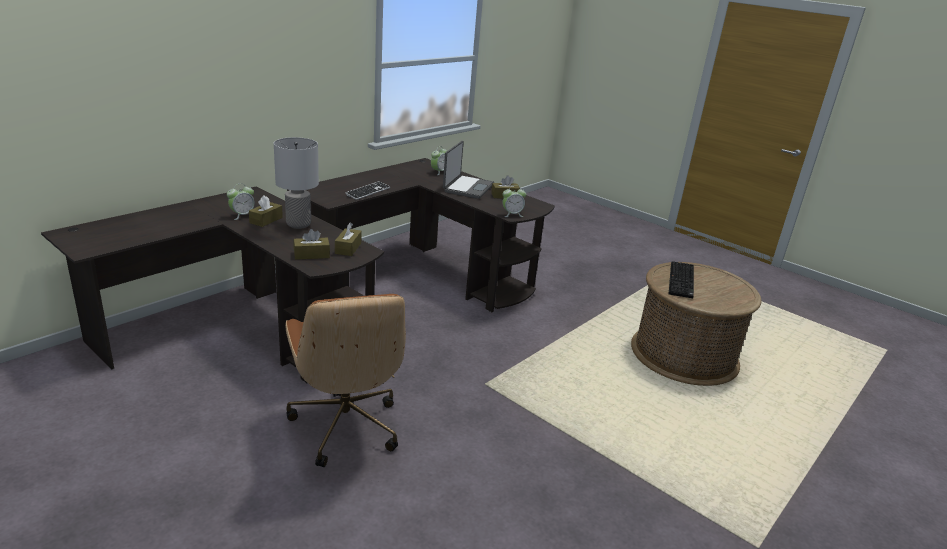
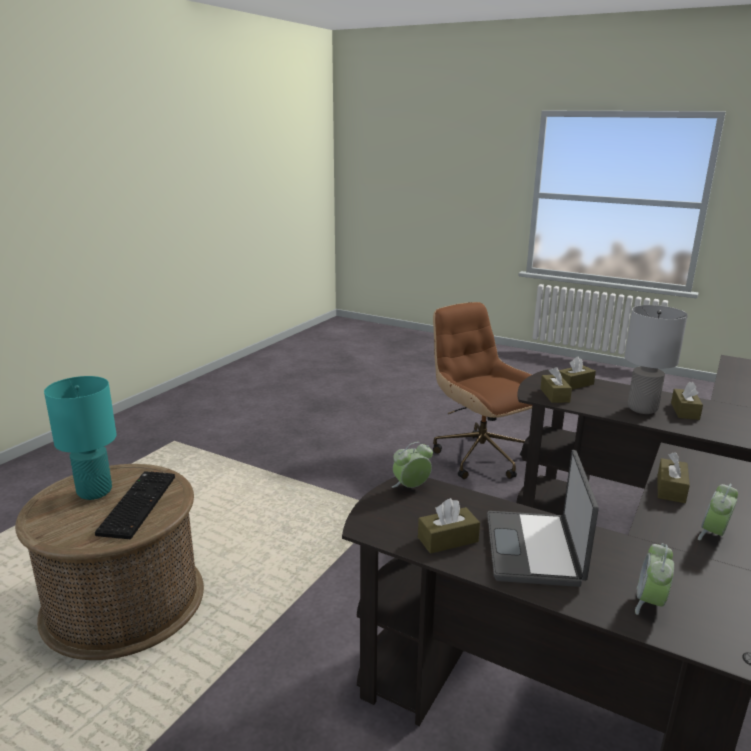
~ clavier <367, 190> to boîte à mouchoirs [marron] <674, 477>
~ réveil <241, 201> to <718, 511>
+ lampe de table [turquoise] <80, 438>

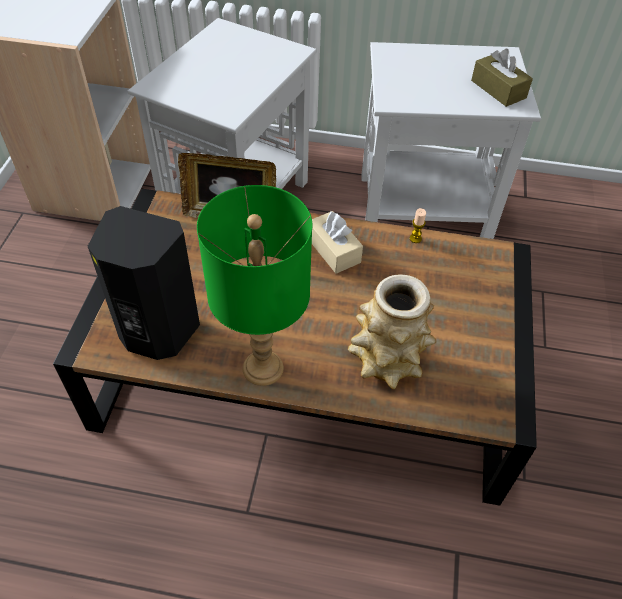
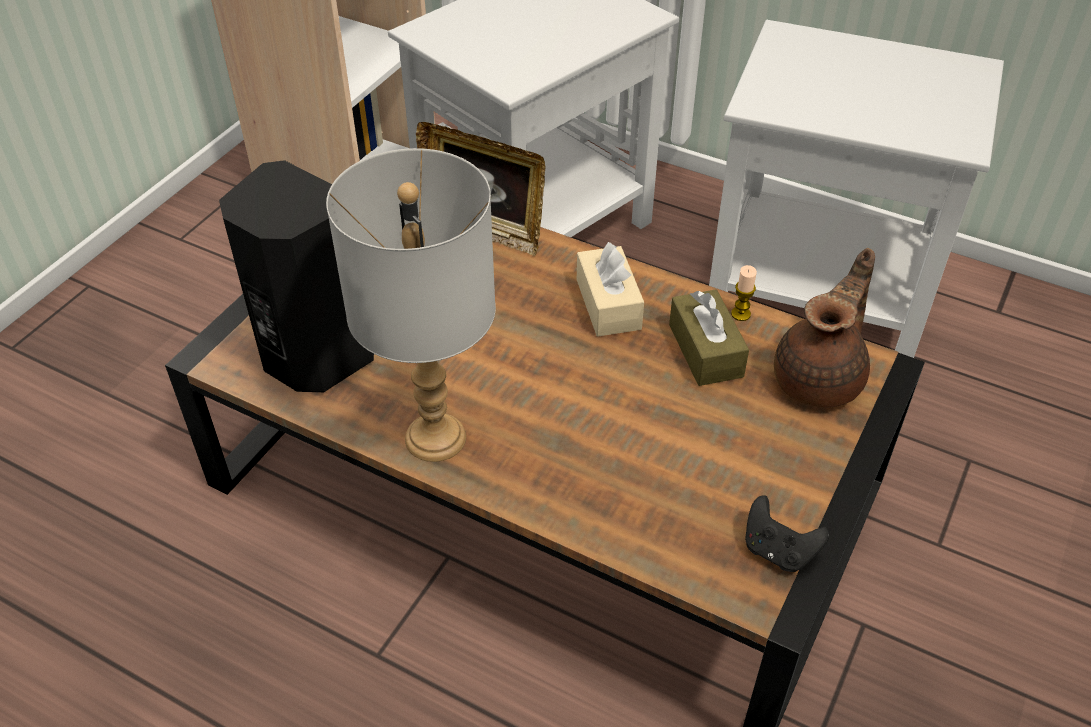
~ boîte à mouchoirs [marron] <502, 78> to <709, 337>
~ lampe de table [vert] <254, 285> to lampe de table [gris] <411, 305>
- vase <392, 331>
+ théière [marron] <824, 328>
+ manette [noir] <787, 533>

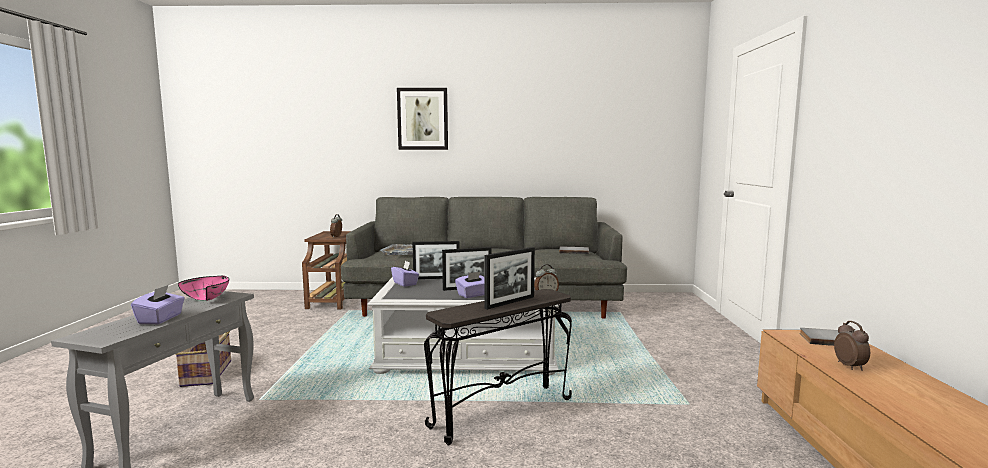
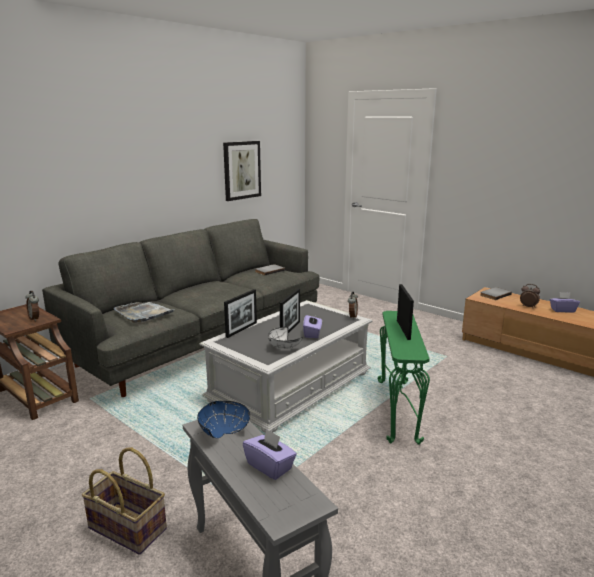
~ tableau <422, 119> to <242, 171>
~ boîte à mouchoirs [violet] <405, 274> to <565, 302>
~ bol [rose] <203, 288> to bol [bleu] <223, 420>
~ table d'appoint [noir] <498, 367> to table d'appoint [vert] <404, 378>
+ bol [blanc] <285, 338>

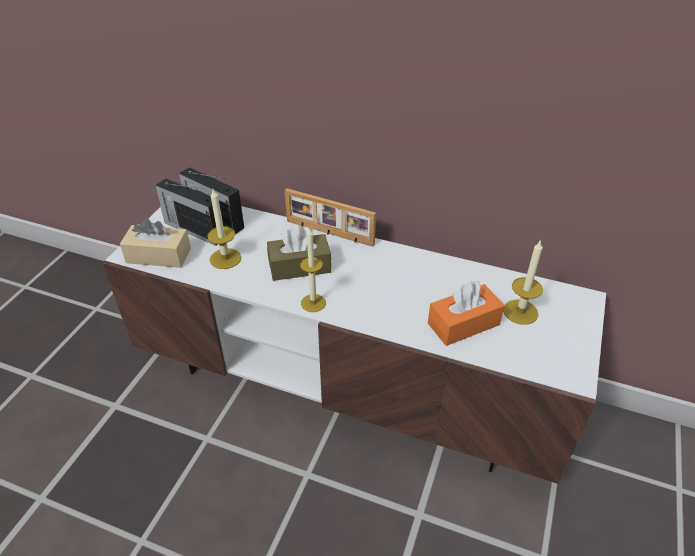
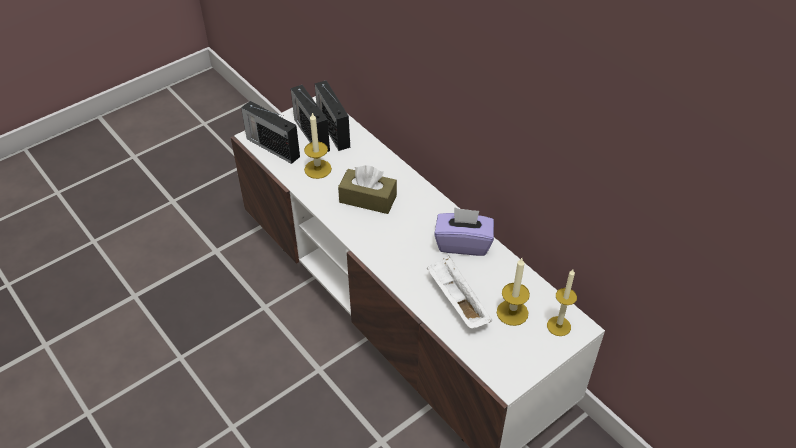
- cadre photo <330, 217>
~ boîte à mouchoirs [beige] <155, 243> to radio <270, 132>
~ bougie <313, 270> to <562, 302>
~ boîte à mouchoirs [orange] <466, 313> to plateau [blanc] <459, 292>
+ boîte à mouchoirs [violet] <464, 231>

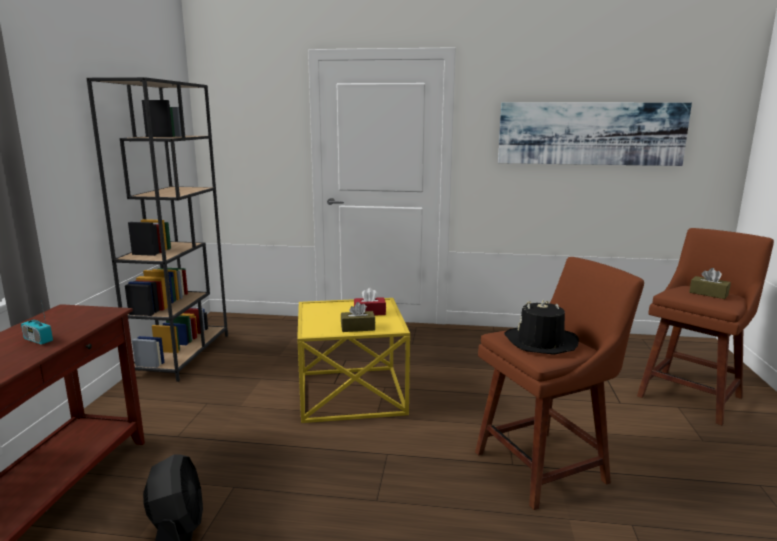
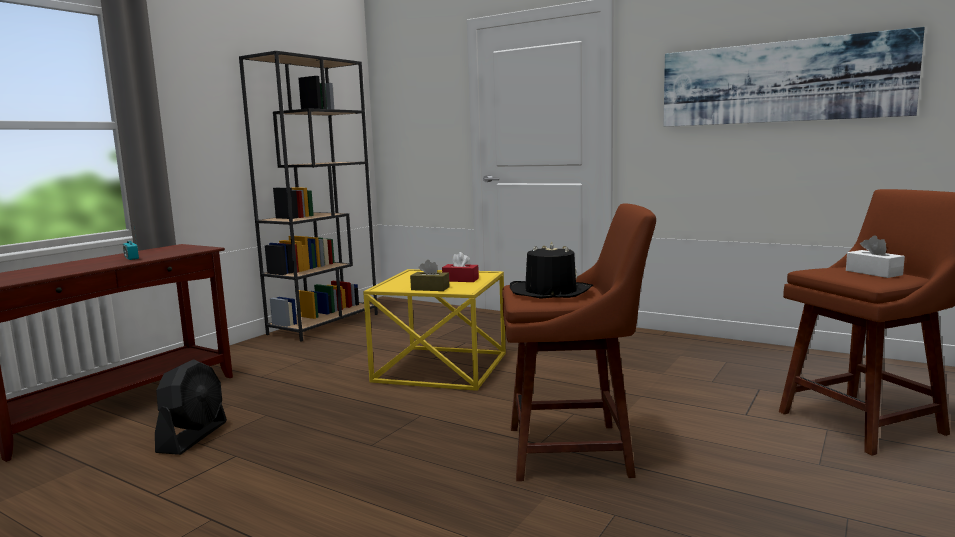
~ boîte à mouchoirs [marron] <710, 283> to boîte à mouchoirs [blanc] <875, 256>

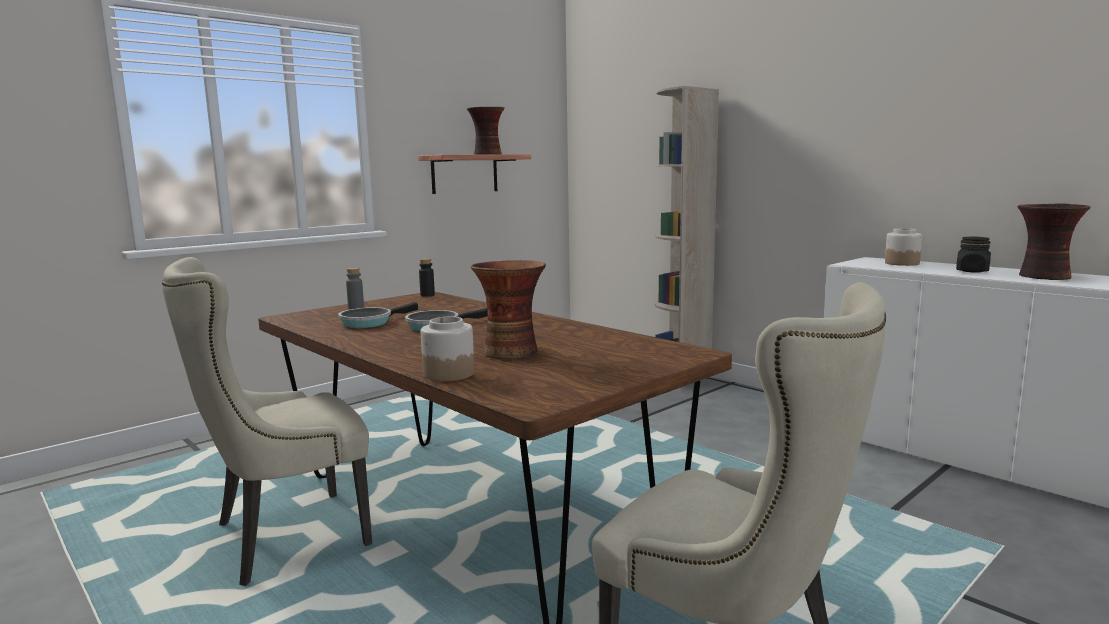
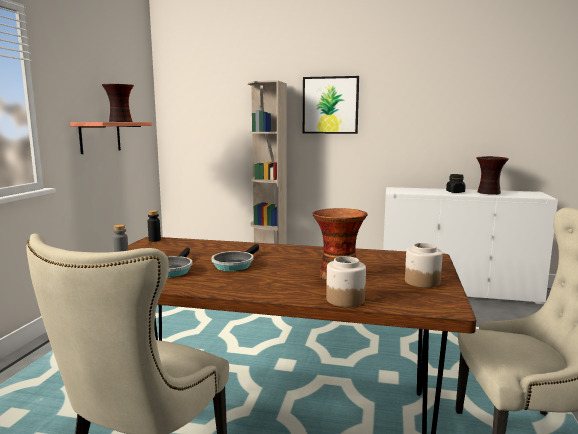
~ bocal <903, 247> to <424, 265>
+ tableau <331, 105>

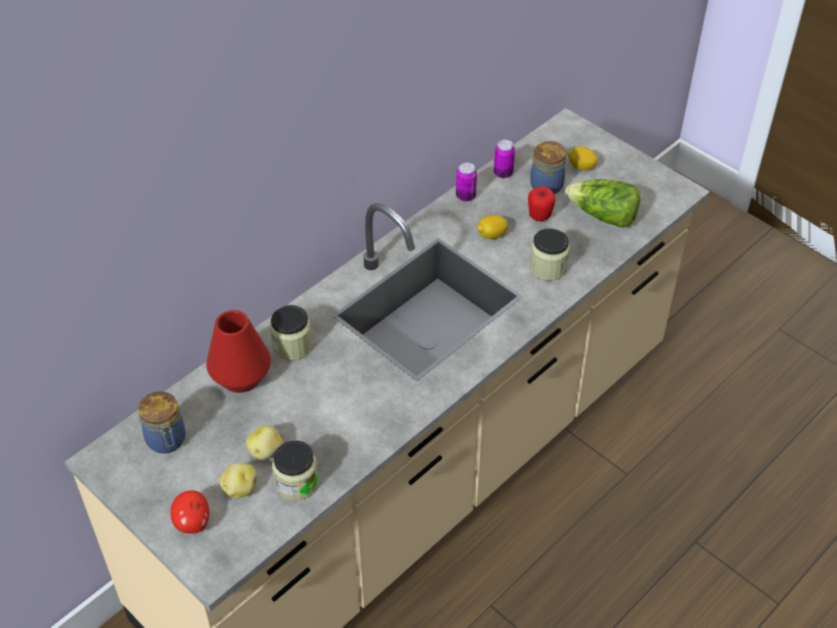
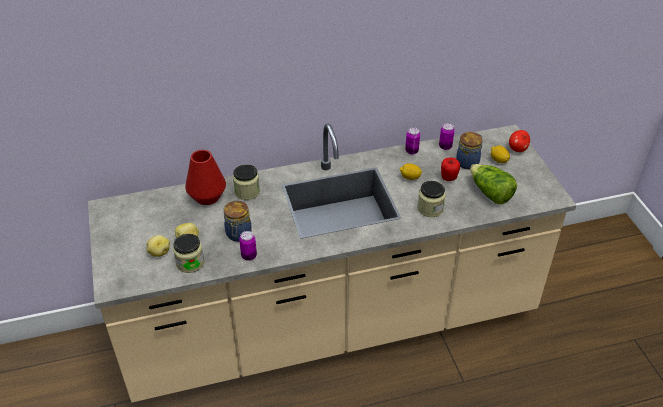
~ bocal <162, 422> to <238, 221>
~ pomme <190, 512> to <519, 141>
+ boîte métallique <248, 246>

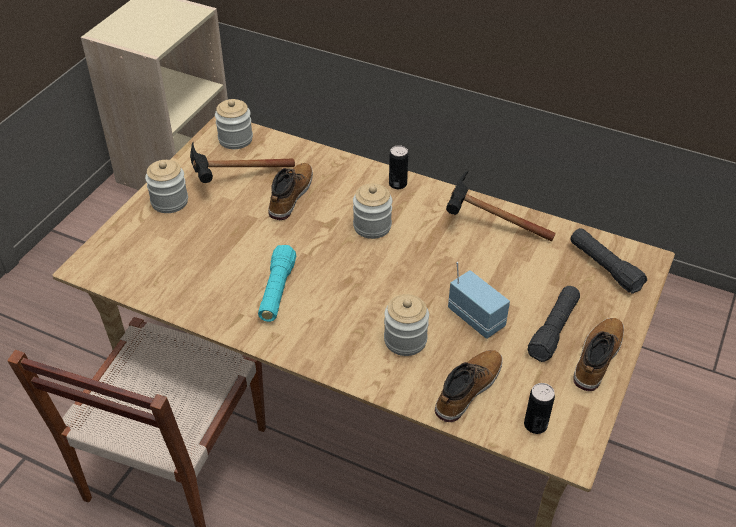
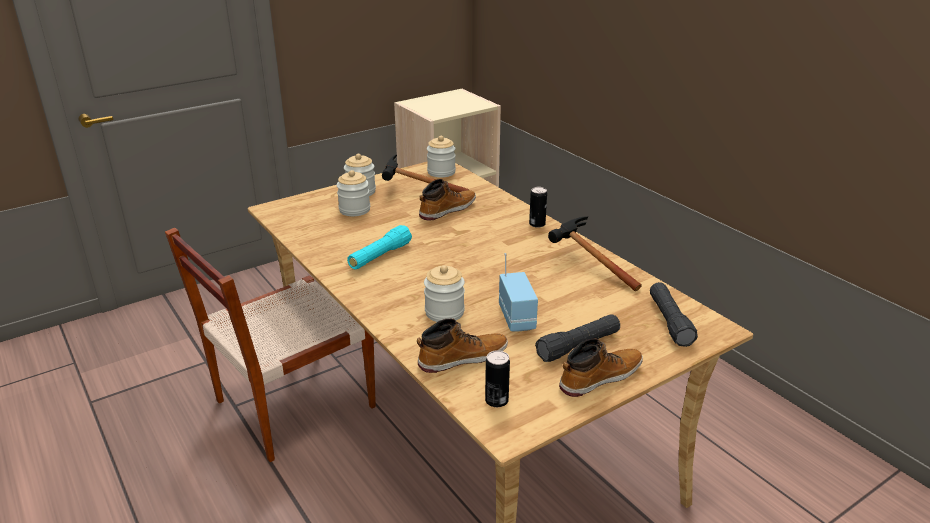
~ bocal <372, 211> to <353, 193>

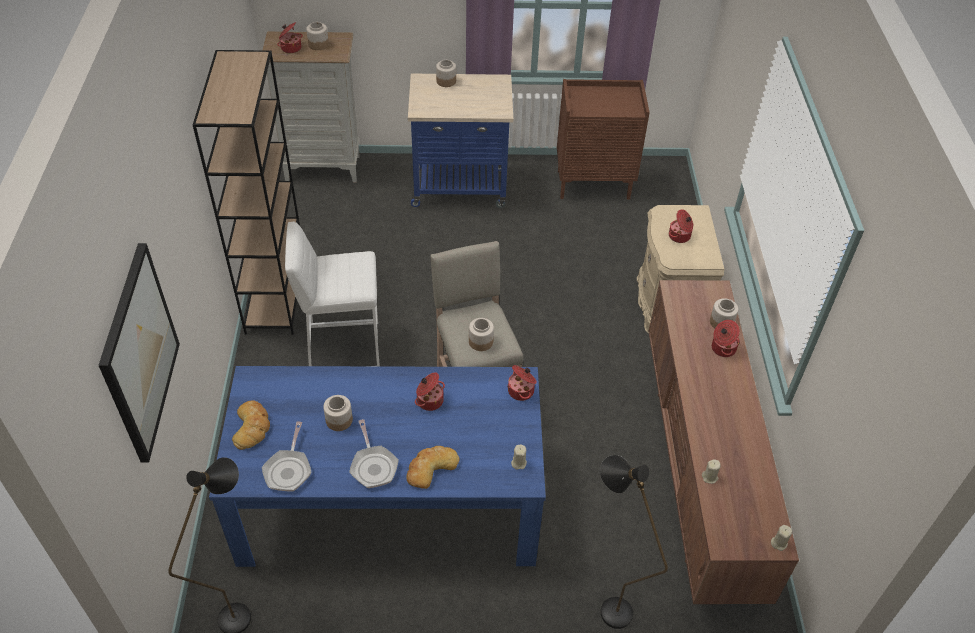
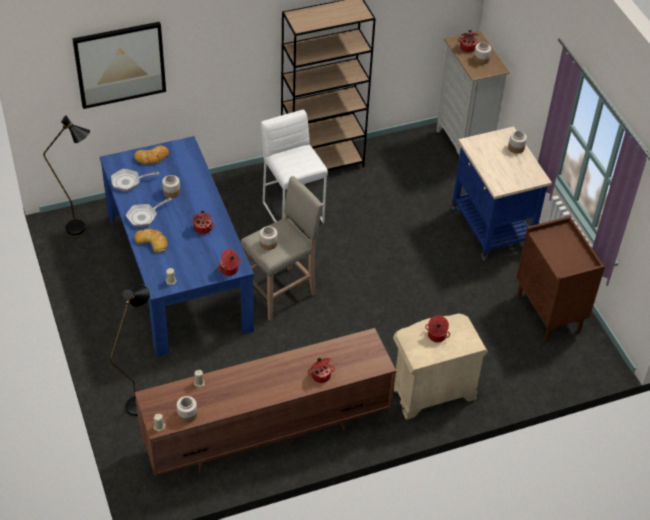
~ bocal <724, 313> to <187, 409>

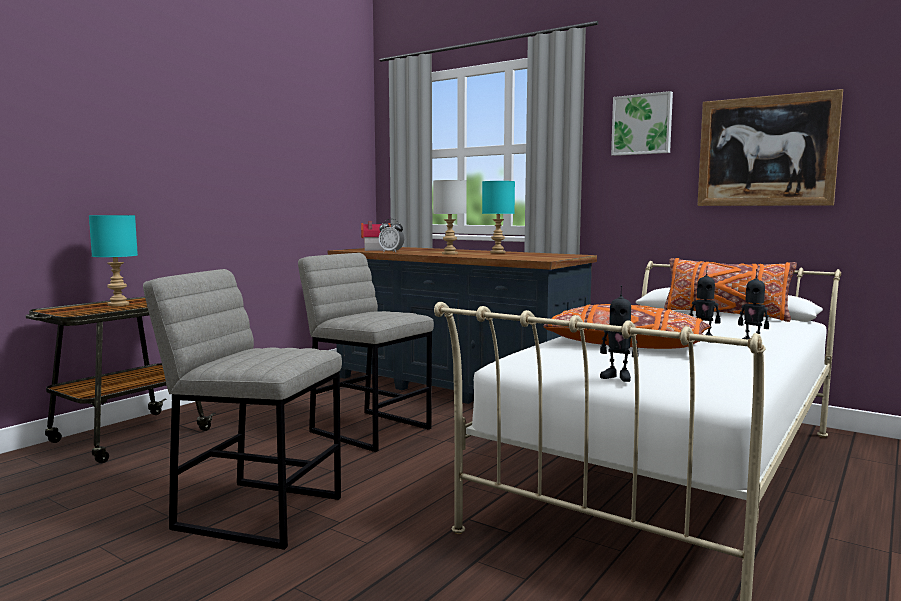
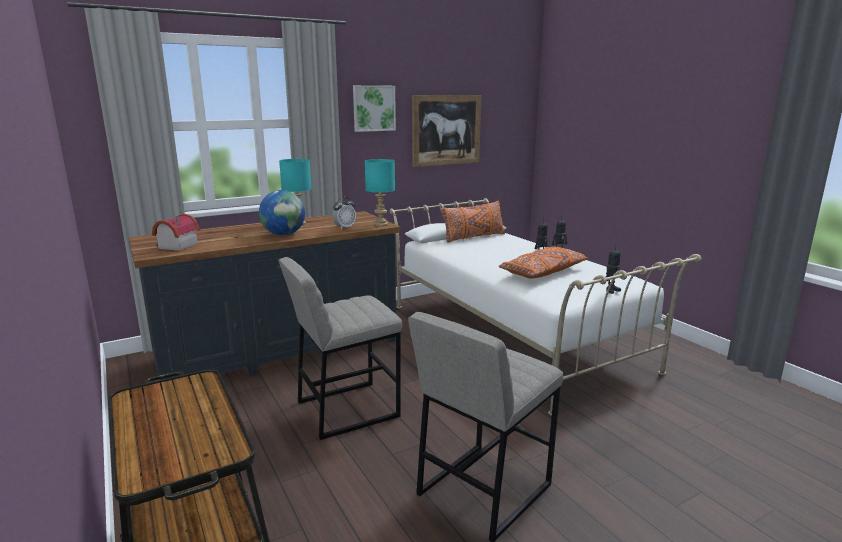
~ lampe de table [gris] <450, 217> to globe <282, 213>
~ lampe de table [turquoise] <113, 260> to <380, 192>
~ réveil <391, 235> to <344, 213>

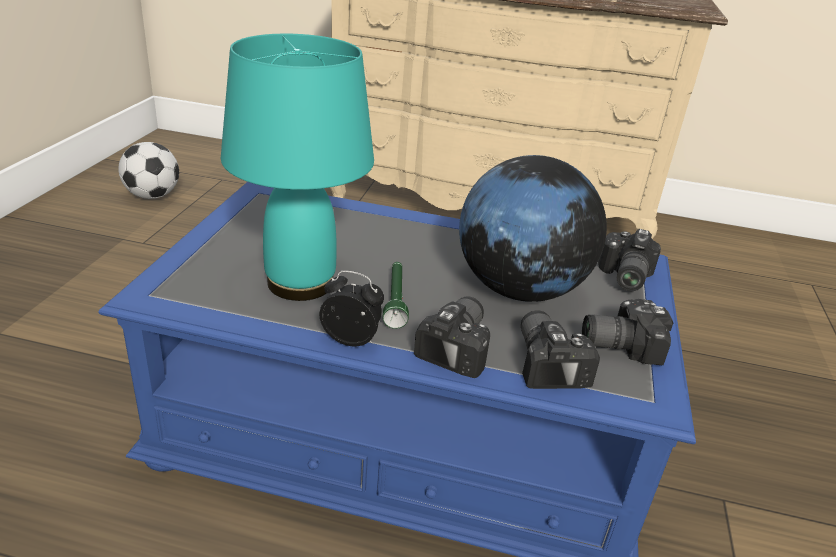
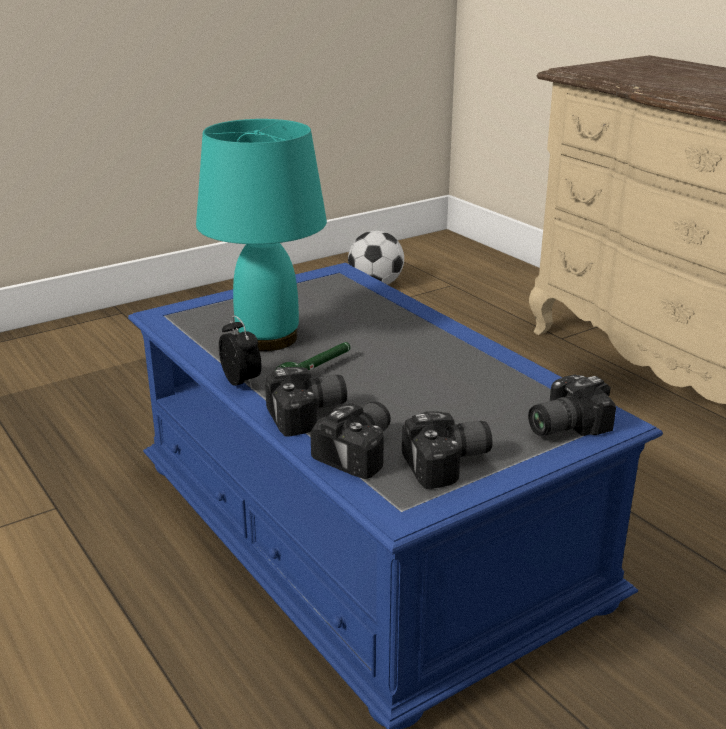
- globe <533, 228>
~ appareil photo <627, 332> = <447, 450> 120 degrees clockwise

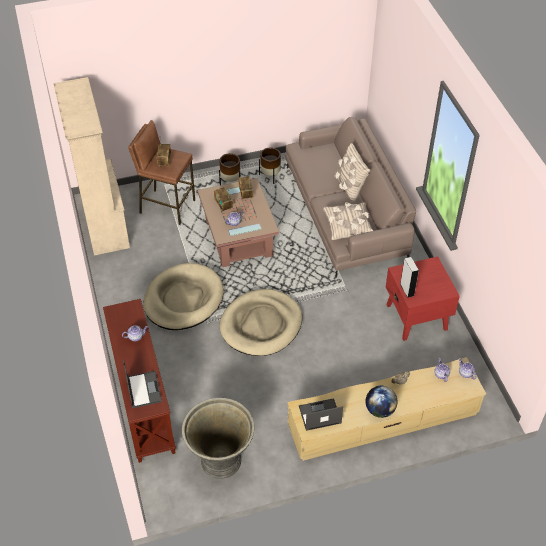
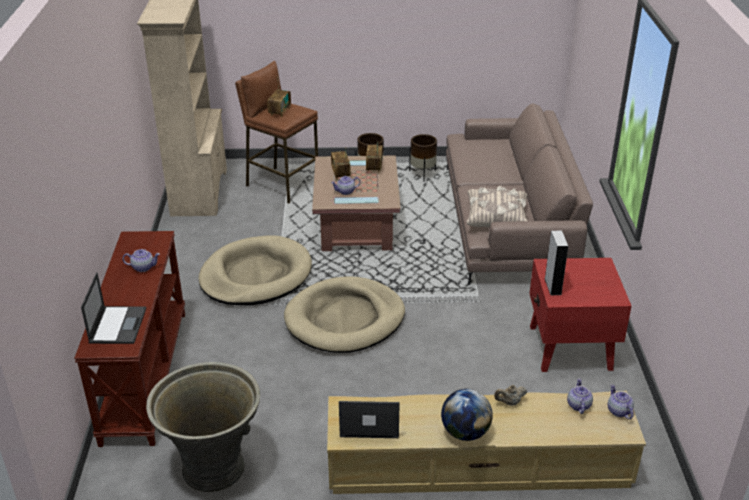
- coussin [beige] <352, 173>

